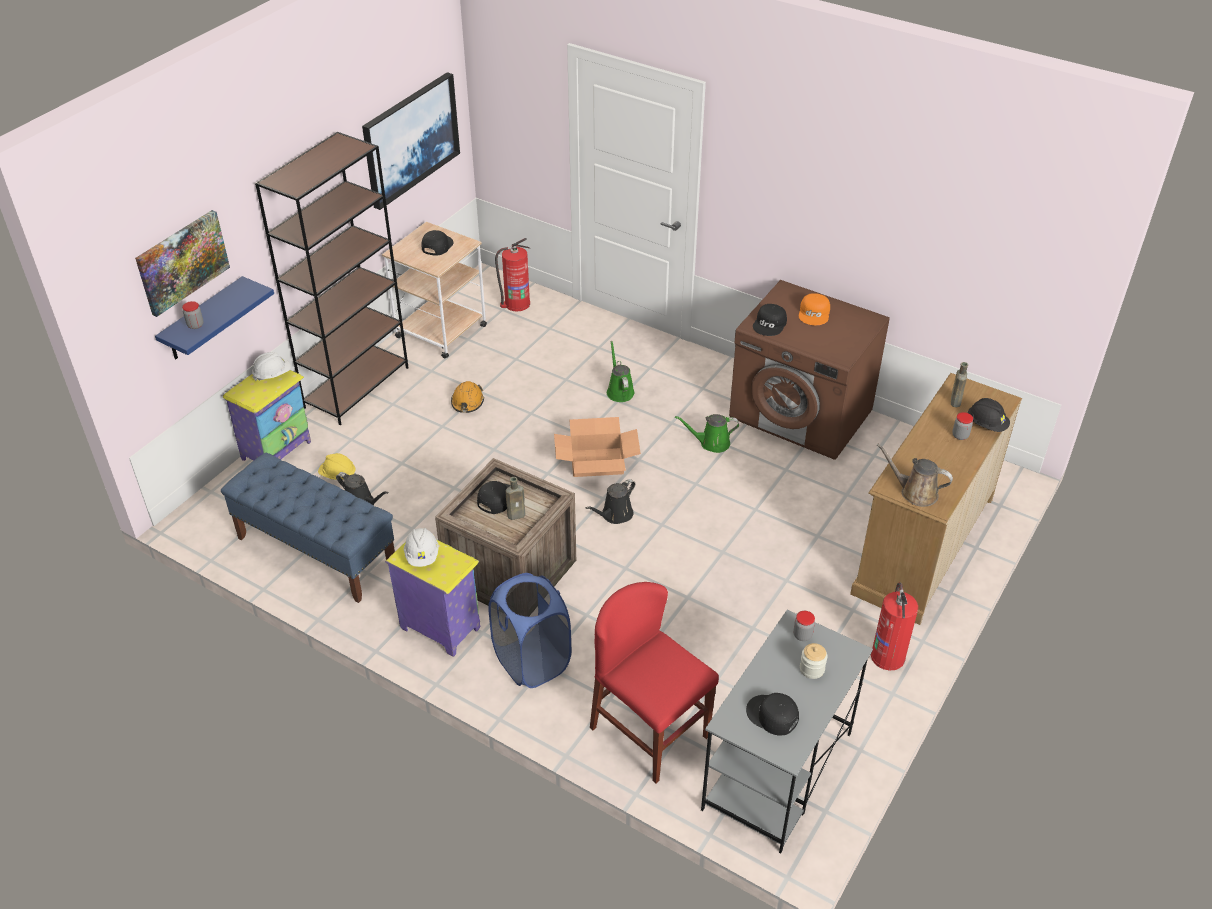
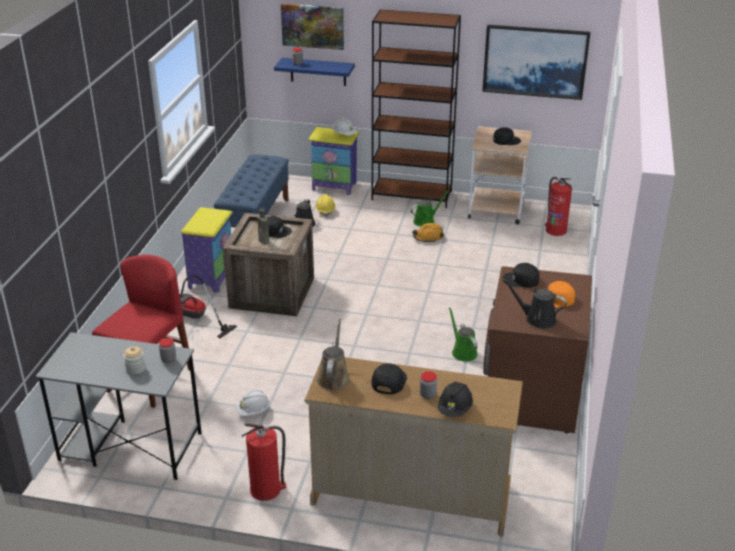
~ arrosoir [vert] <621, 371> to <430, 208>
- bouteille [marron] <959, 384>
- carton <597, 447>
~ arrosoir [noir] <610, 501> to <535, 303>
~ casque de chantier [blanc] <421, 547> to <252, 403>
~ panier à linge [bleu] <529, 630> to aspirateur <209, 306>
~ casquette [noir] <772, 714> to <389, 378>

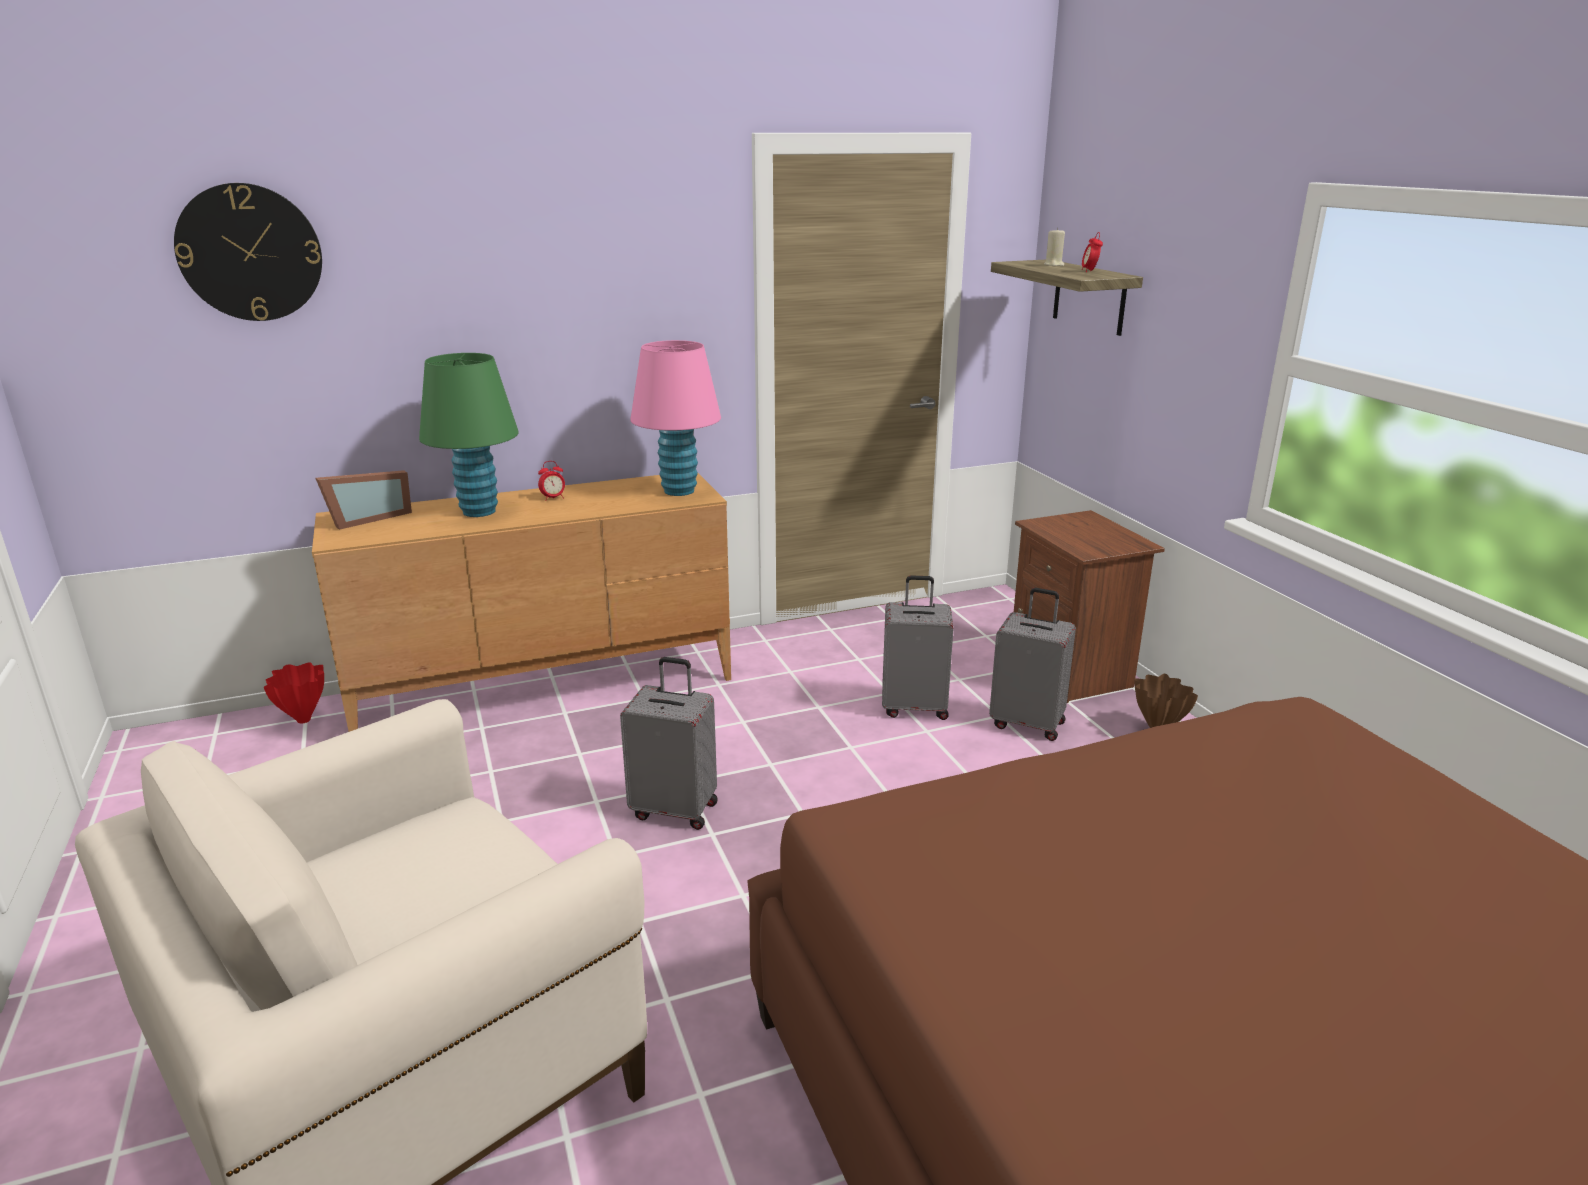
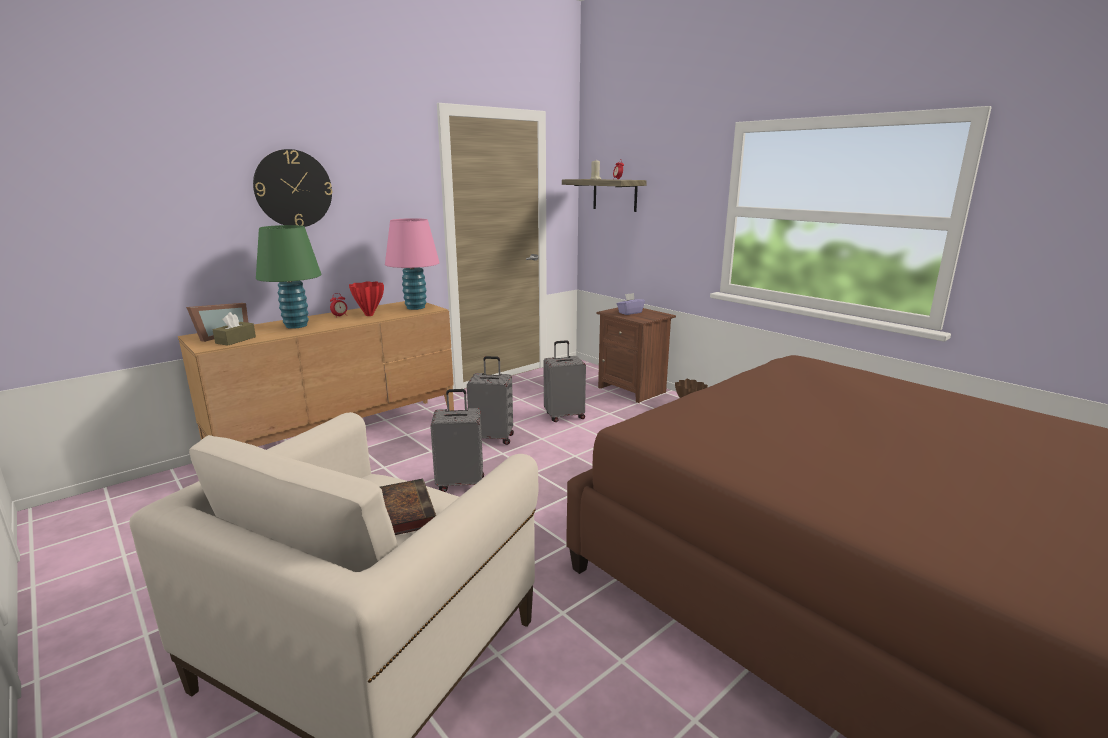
~ horloge murale <248, 252> to <292, 188>
~ valise [gris] <1032, 664> to <490, 400>
~ vase [rouge] <294, 693> to <366, 298>
+ boîte à mouchoirs [violet] <631, 304>
+ boîte à mouchoirs [marron] <234, 329>
+ livre <408, 507>

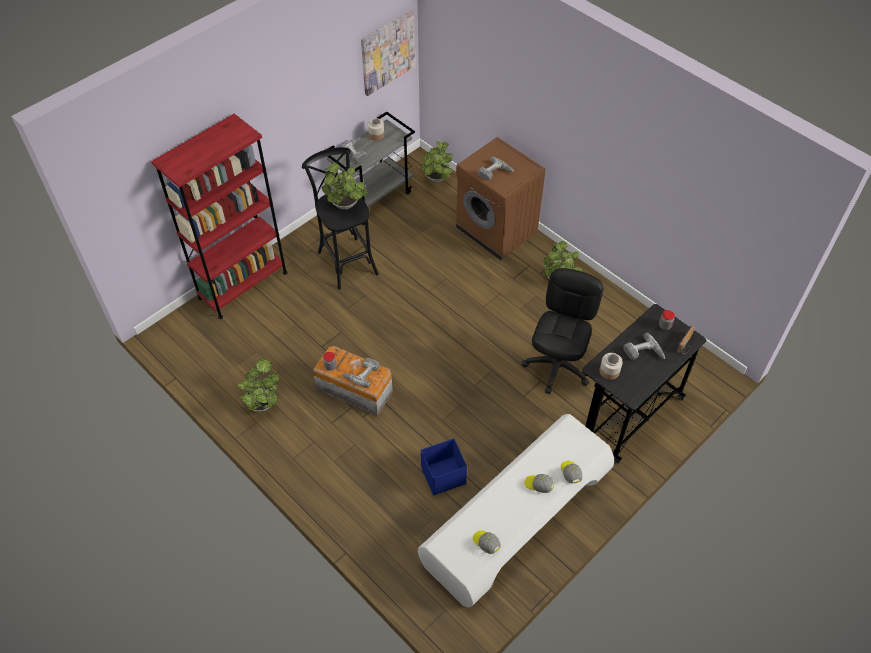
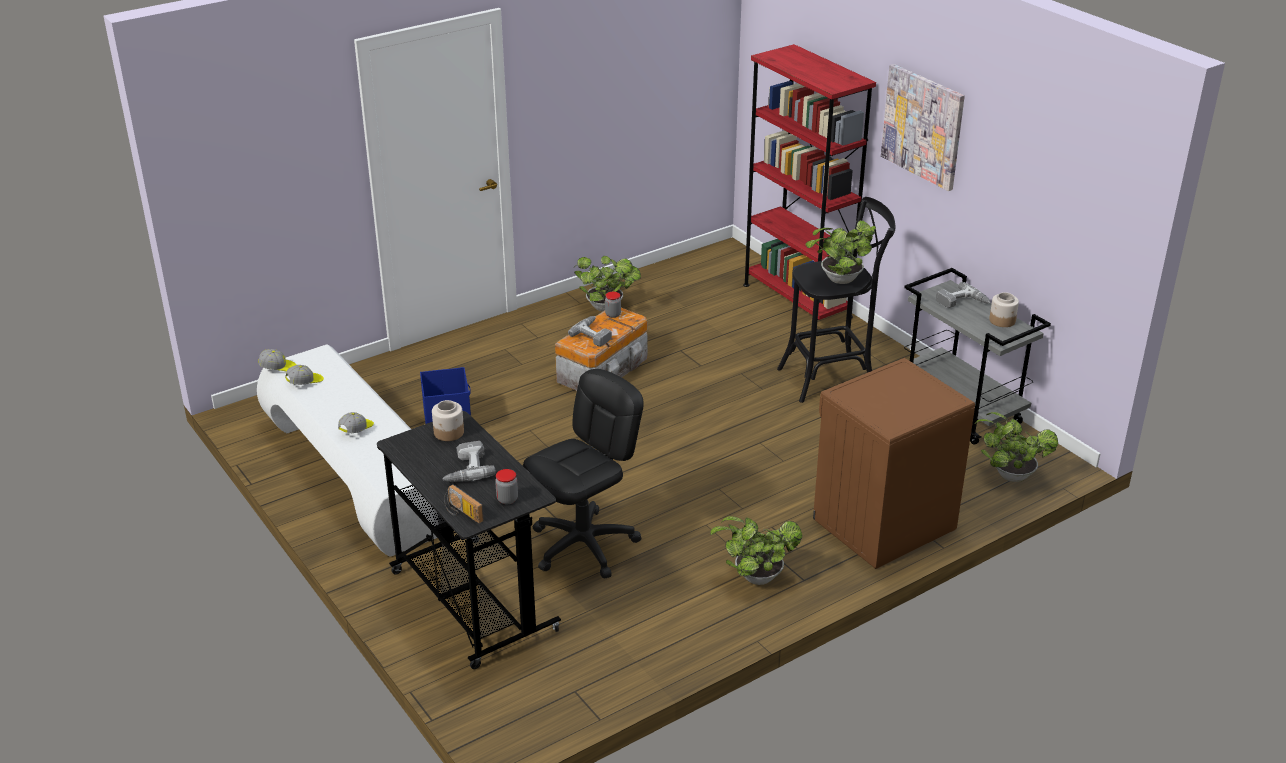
~ tableau <388, 53> to <923, 127>
- perceuse <496, 169>
~ chaise de bureau [noir] <562, 331> = <583, 474> 75 degrees counterclockwise
~ casquette <571, 472> to <277, 360>

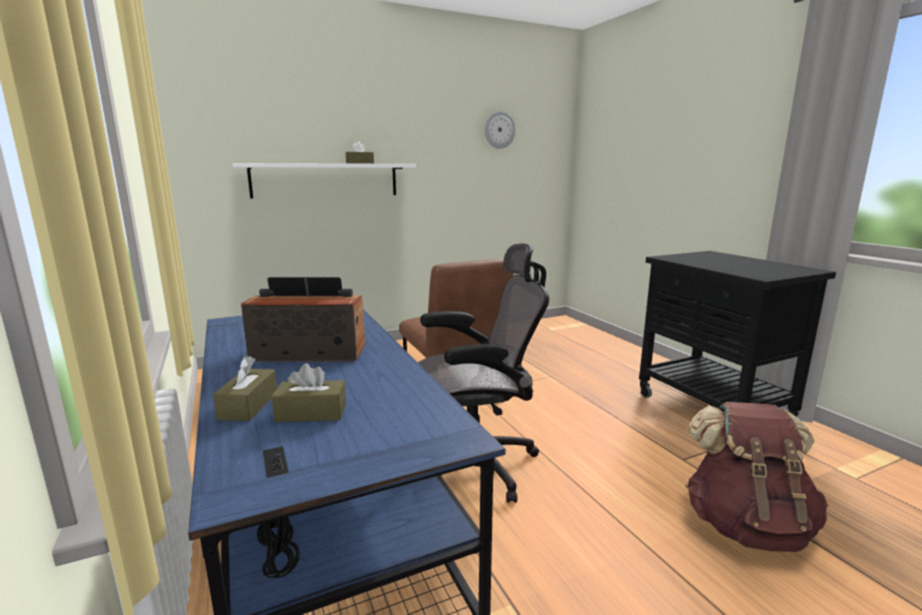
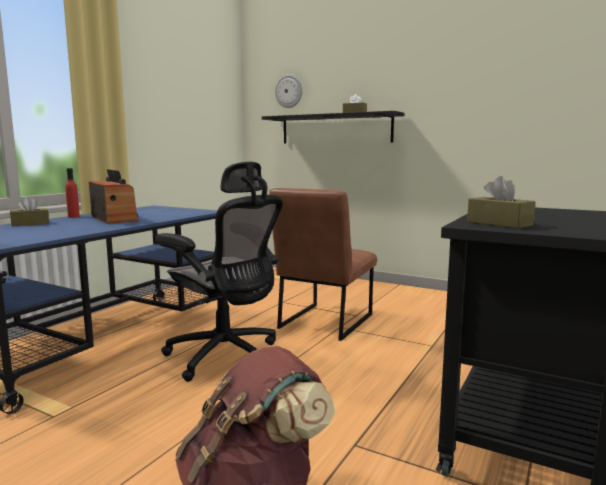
~ horloge murale <499, 130> to <289, 91>
~ étagère [blanc] <324, 180> to étagère [noir] <333, 127>
~ boîte à mouchoirs [marron] <309, 392> to <501, 202>
+ bouteille [rouge] <72, 193>

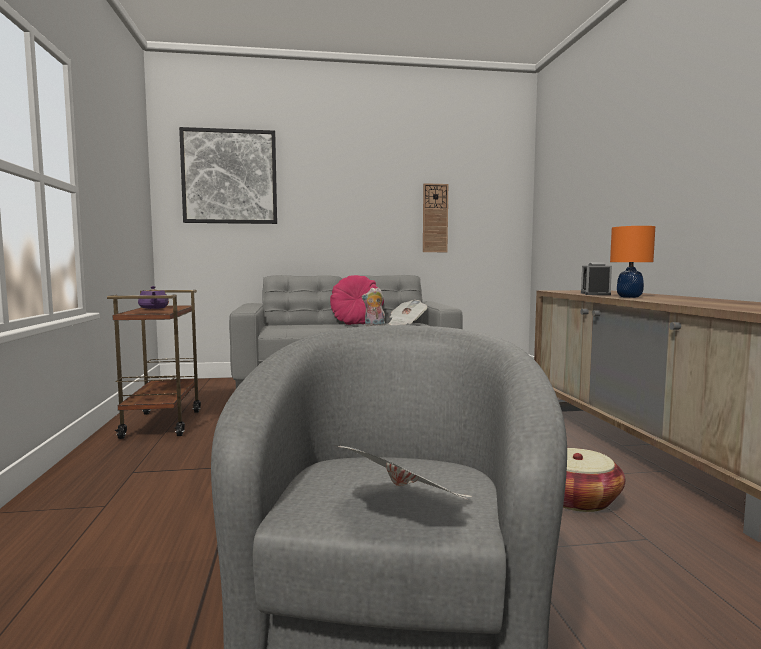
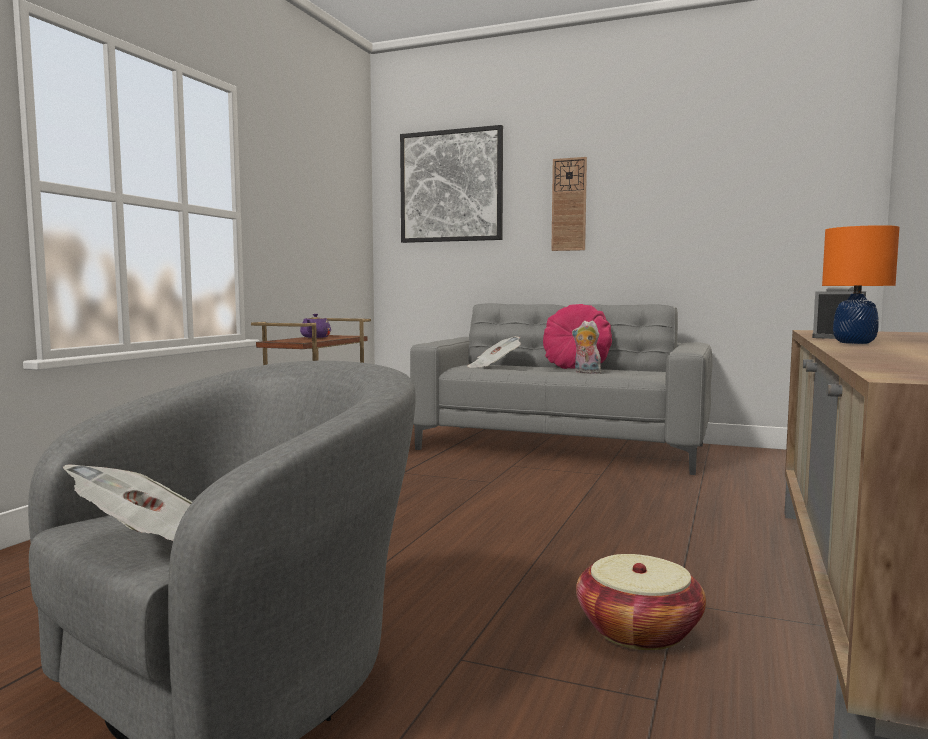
~ horloge murale <435, 217> to <569, 204>
~ journal <408, 312> to <494, 352>

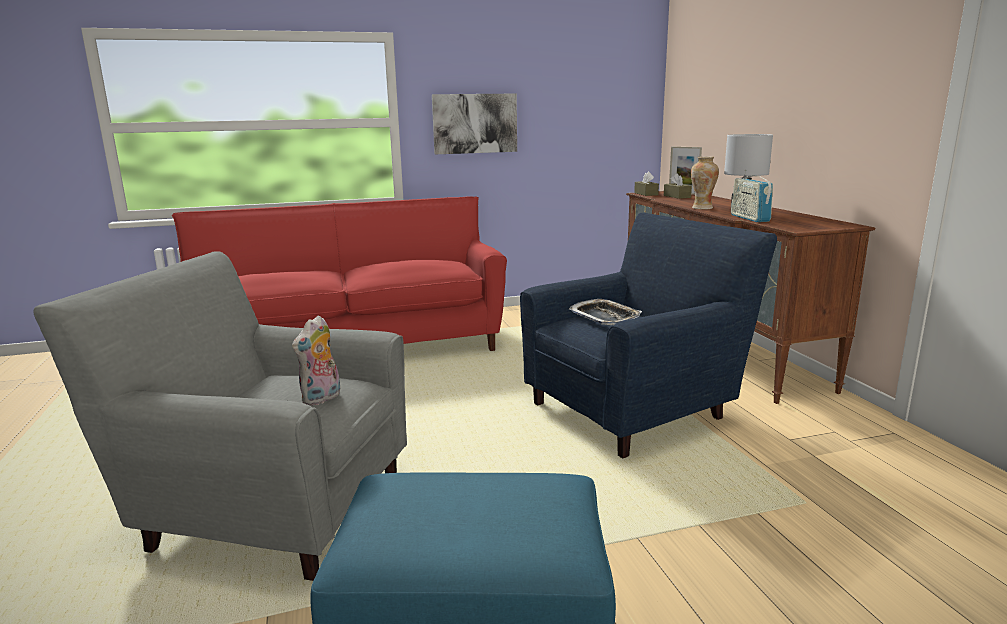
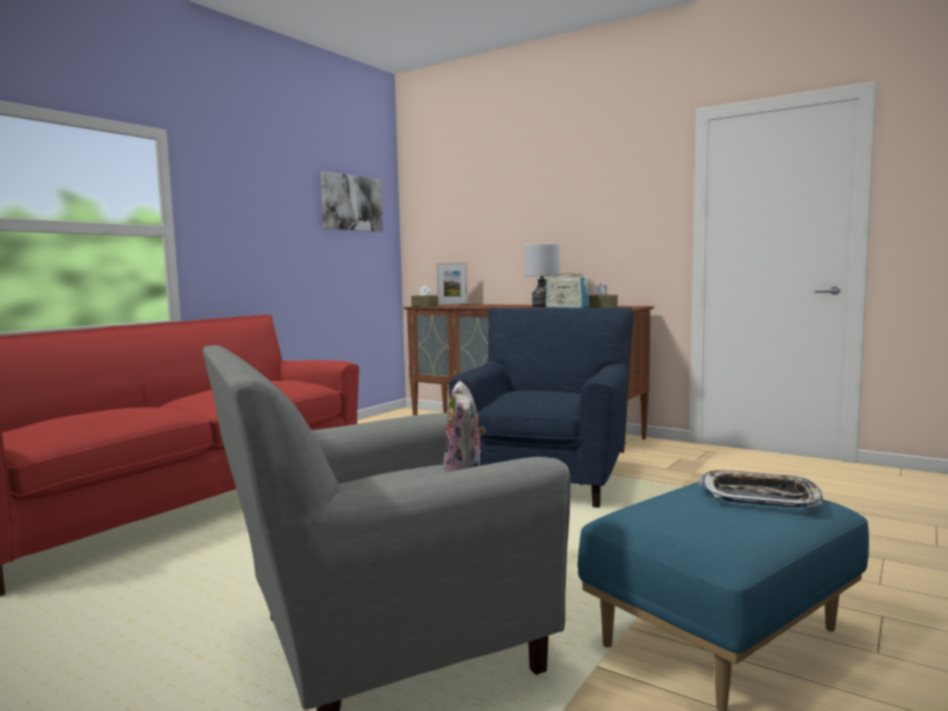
~ tableau <474, 123> to <351, 201>
- vase <705, 182>
~ boîte à mouchoirs [marron] <678, 186> to <603, 295>
~ plateau <605, 312> to <761, 489>

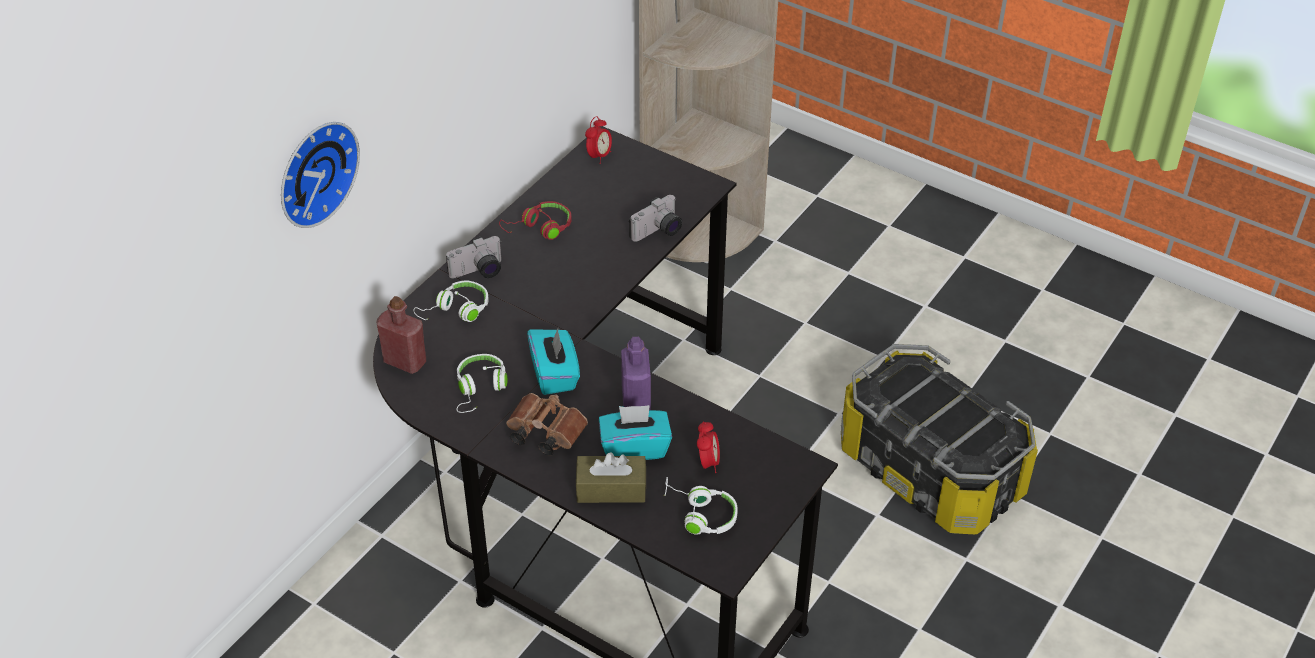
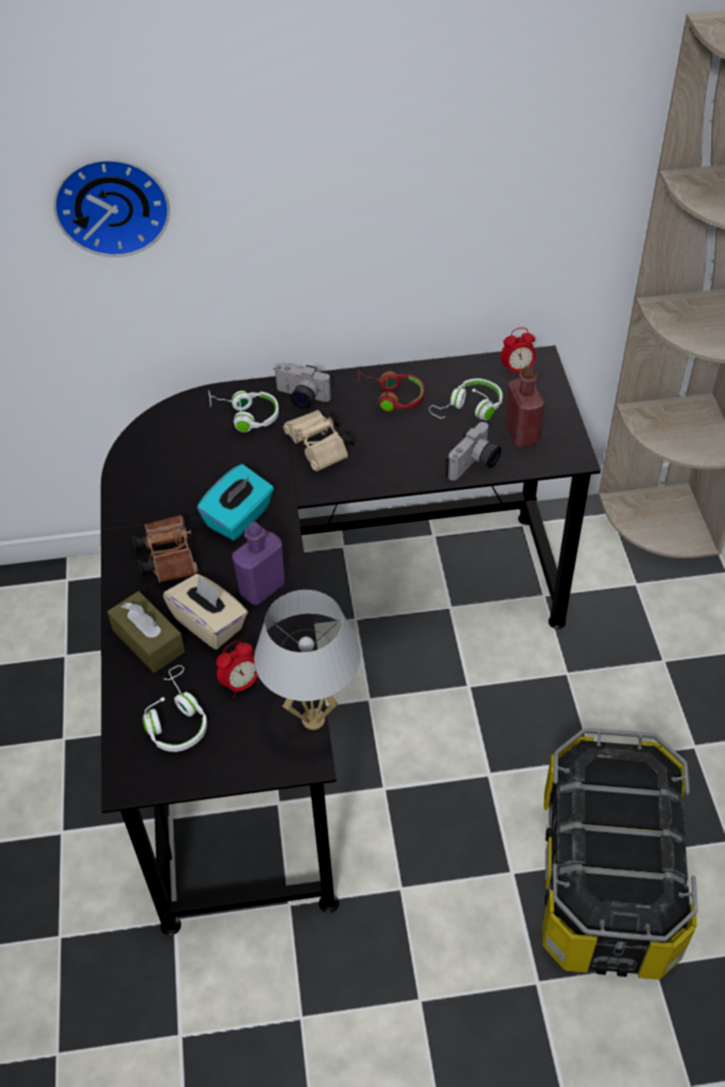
~ appareil photo <655, 218> = <473, 451> 60 degrees counterclockwise
~ bouteille [rouge] <401, 335> to <525, 406>
~ casque audio [blanc] <482, 383> to <466, 399>
~ boîte à mouchoirs [turquoise] <635, 432> to boîte à mouchoirs [beige] <205, 612>
+ jumelles [beige] <319, 441>
+ lampe de table [blanc] <307, 660>

